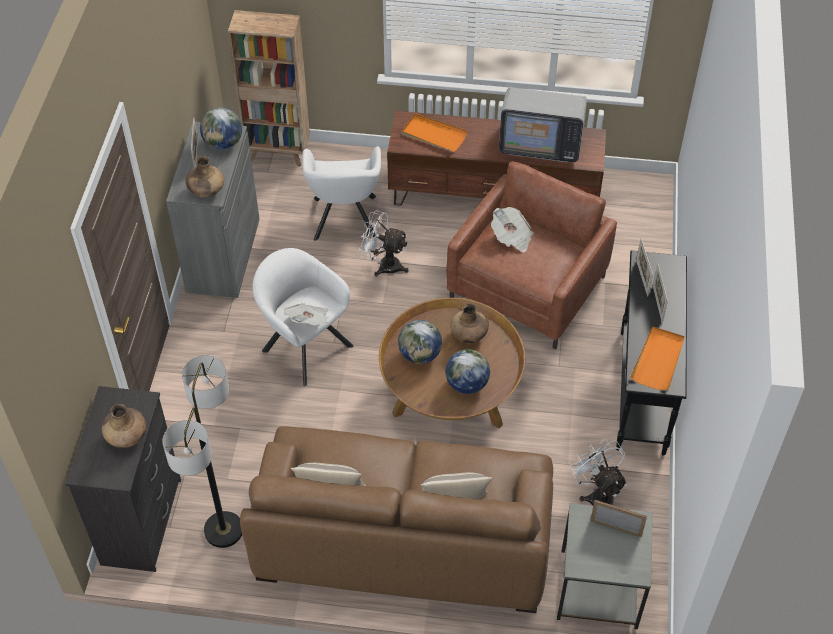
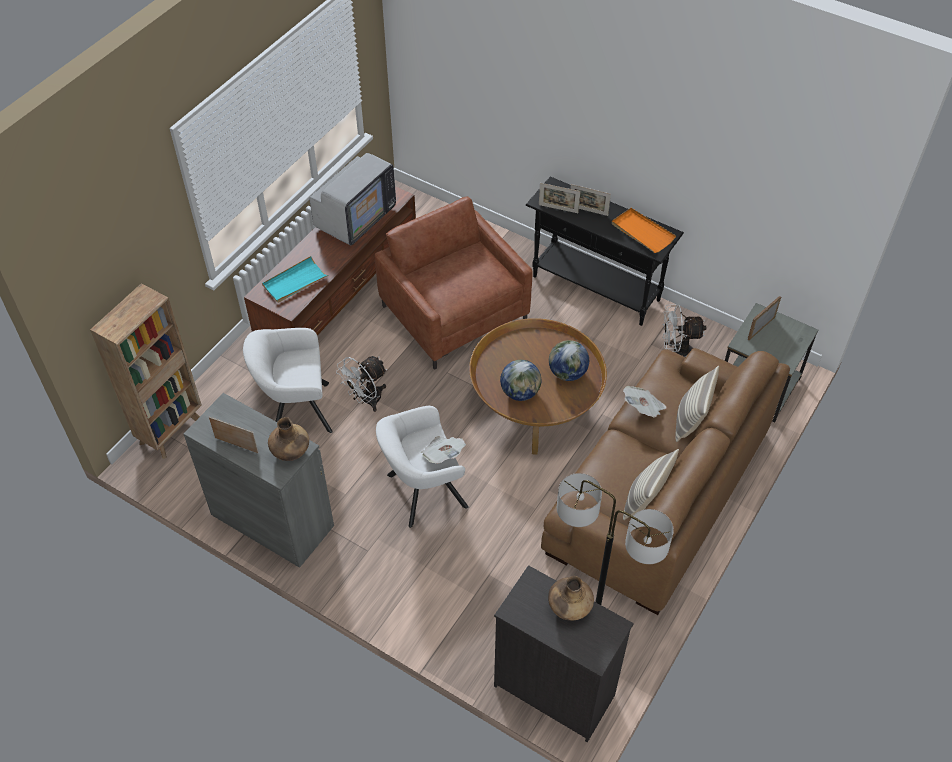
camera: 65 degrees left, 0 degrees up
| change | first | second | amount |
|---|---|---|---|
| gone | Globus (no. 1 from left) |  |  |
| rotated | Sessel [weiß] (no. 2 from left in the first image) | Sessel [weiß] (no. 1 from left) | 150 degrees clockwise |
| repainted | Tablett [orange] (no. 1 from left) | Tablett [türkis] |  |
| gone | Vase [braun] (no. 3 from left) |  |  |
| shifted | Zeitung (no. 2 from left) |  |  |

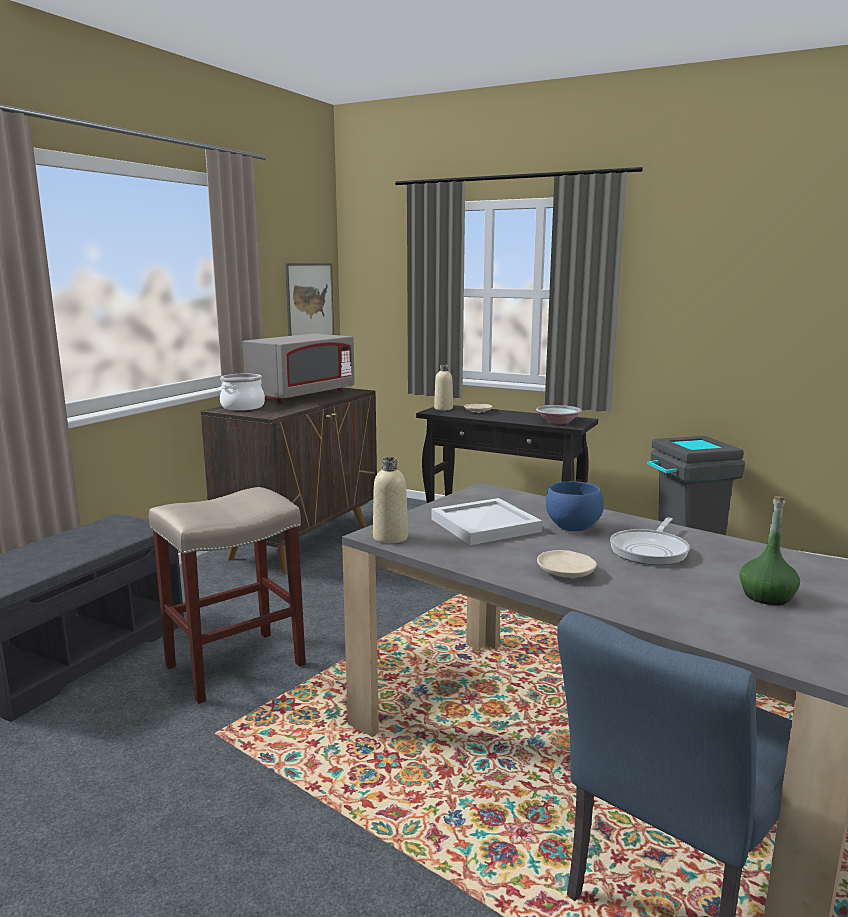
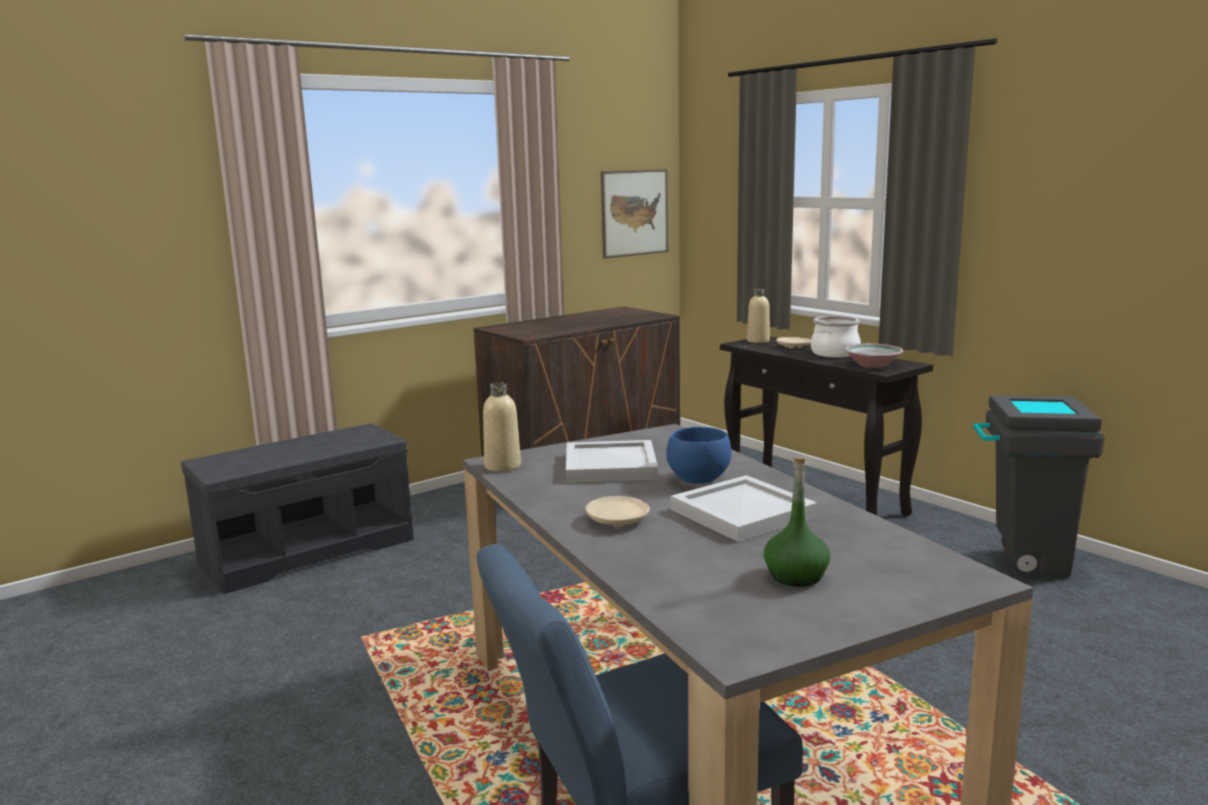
camera: 25 degrees right, 0 degrees up
| change | first | second | amount |
|---|---|---|---|
| gone | Hocker [beige] |  |  |
| shifted | Kochtopf |  |  |
| gone | Mikrowelle [grau] |  |  |
| swapped | Pfanne | Tablett [weiß] (no. 2 from left) |  |

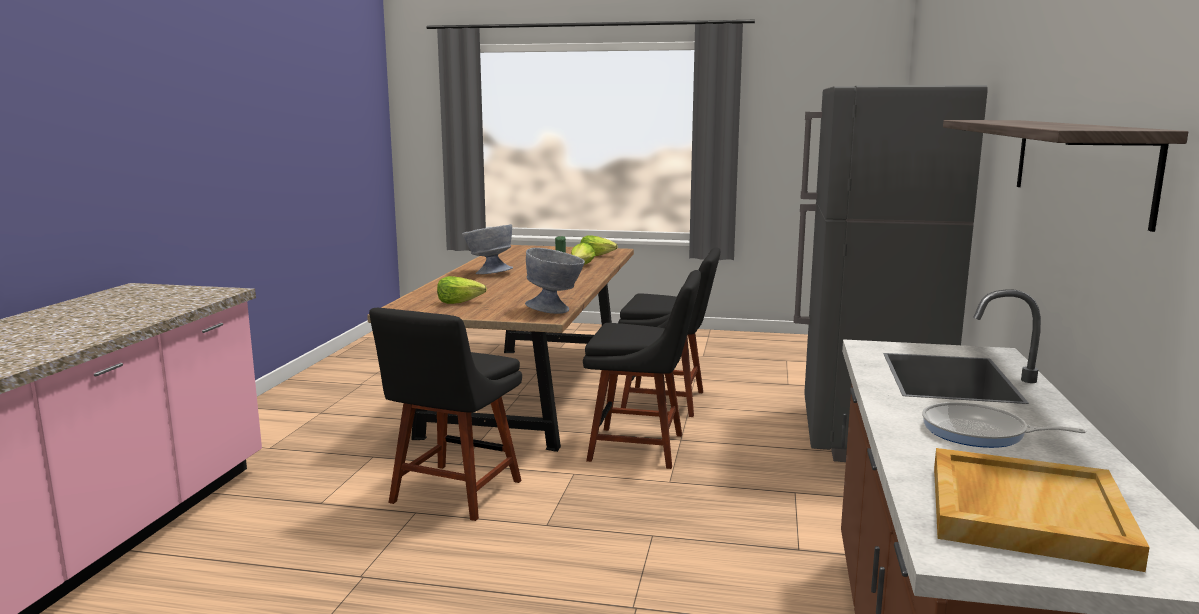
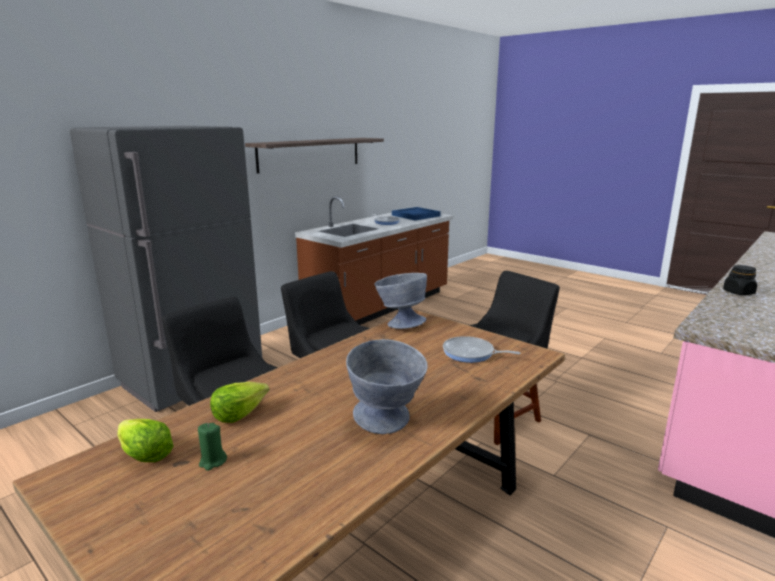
camera: 150 degrees left, 5 degrees up
| change | first | second | amount |
|---|---|---|---|
| swapped | Salatkopf (no. 1 from left) | Pfanne (no. 2 from left) |  |
| repainted | Tablett [beige] | Tablett [blau] |  |
| new |  | Vorratsglas [schwarz] |  |

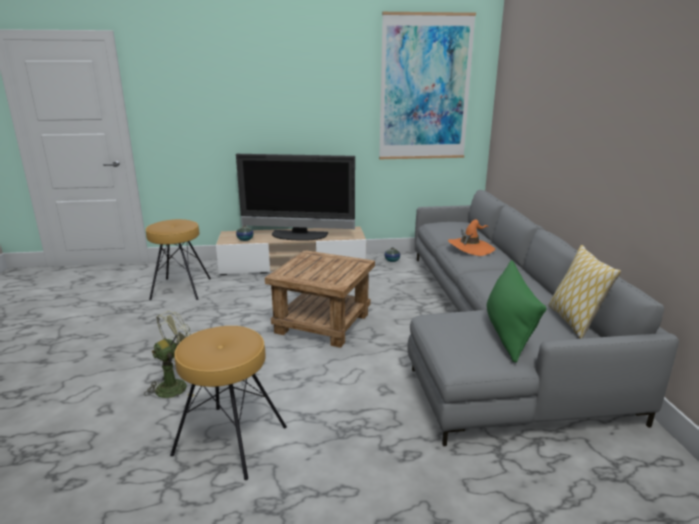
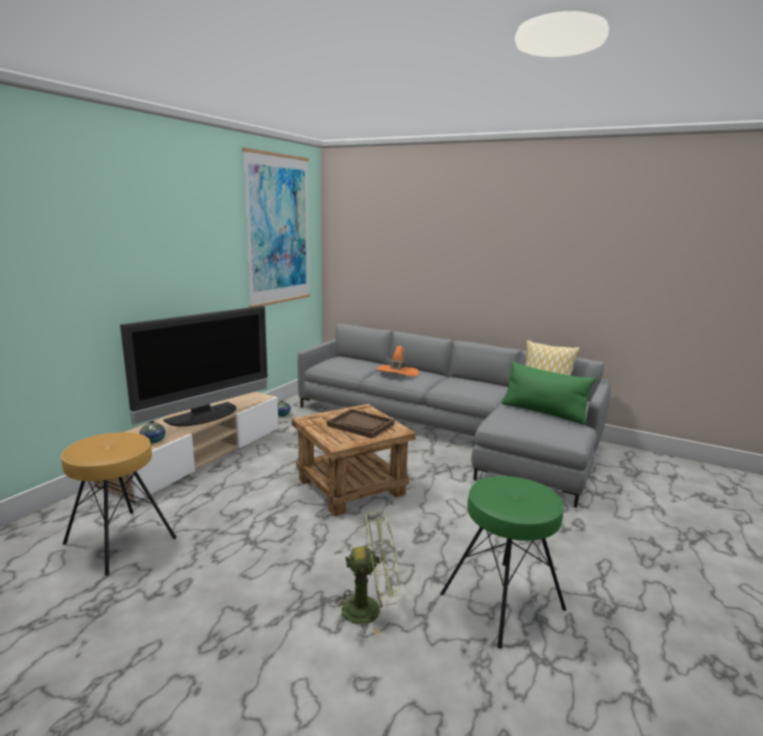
camera: 55 degrees left, 5 degrees down
| change | first | second | amount |
|---|---|---|---|
| rotated | Ventilator [grün] |  | 90 degrees clockwise |
| repainted | Hocker [braun] (no. 2 from left) | Hocker [grün] |  |
| new |  | Tablett [braun] |  |

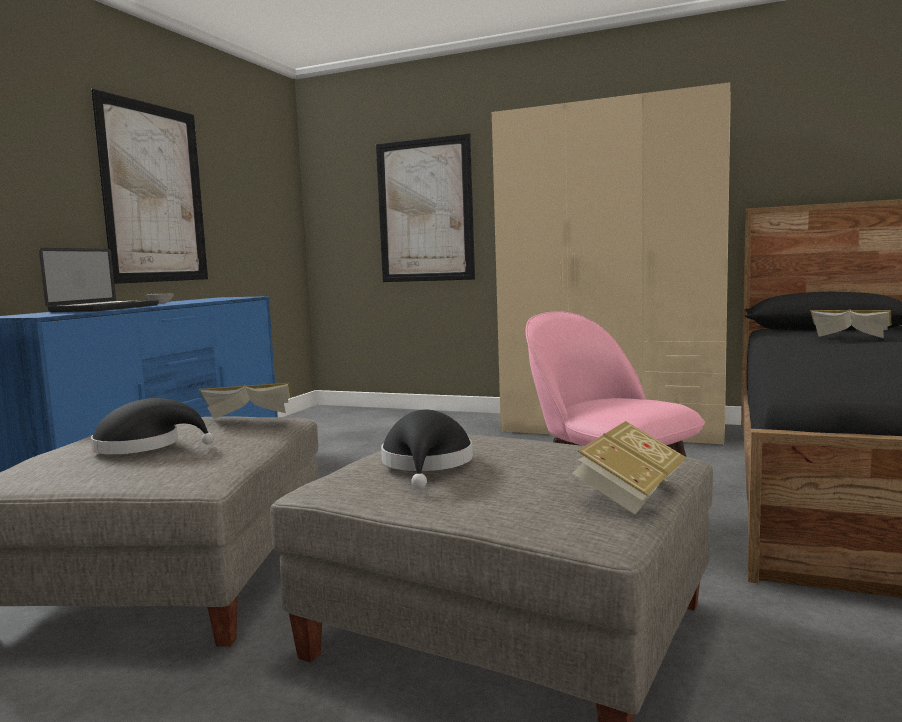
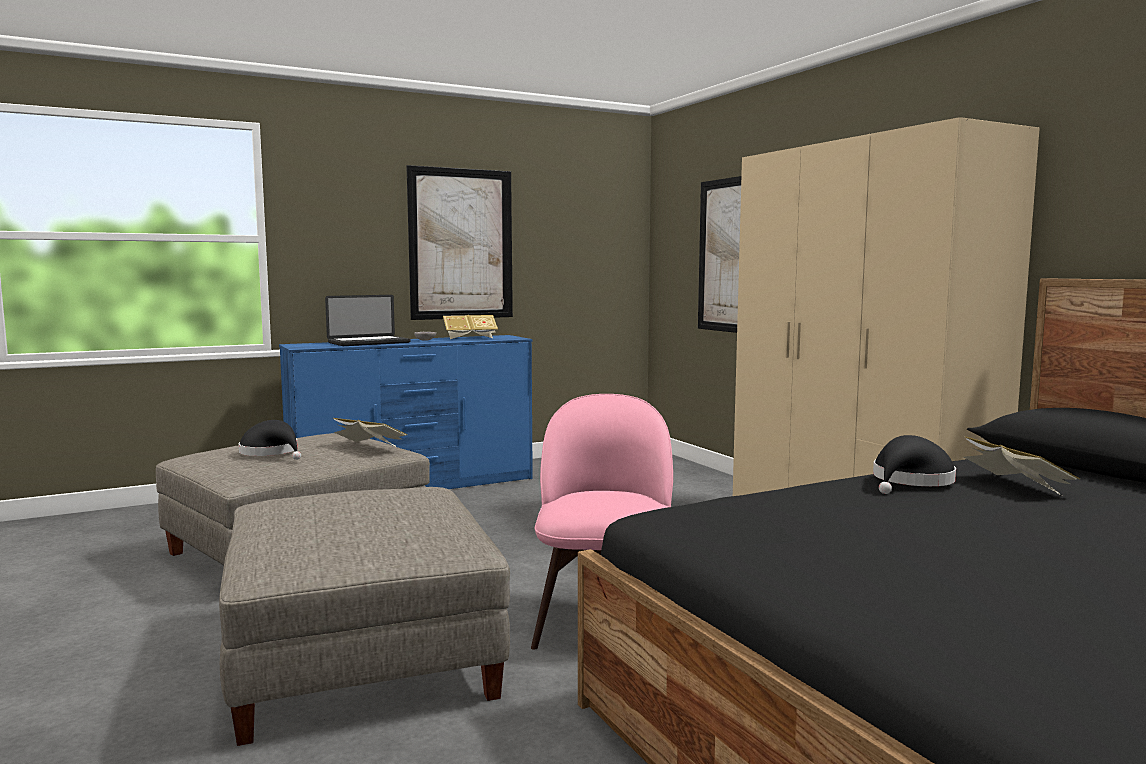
camera: 40 degrees right, 0 degrees up
| change | first | second | amount |
|---|---|---|---|
| shifted | Hut [schwarz] (no. 2 from left) |  |  |
| shifted | Buch (no. 2 from left) |  |  |

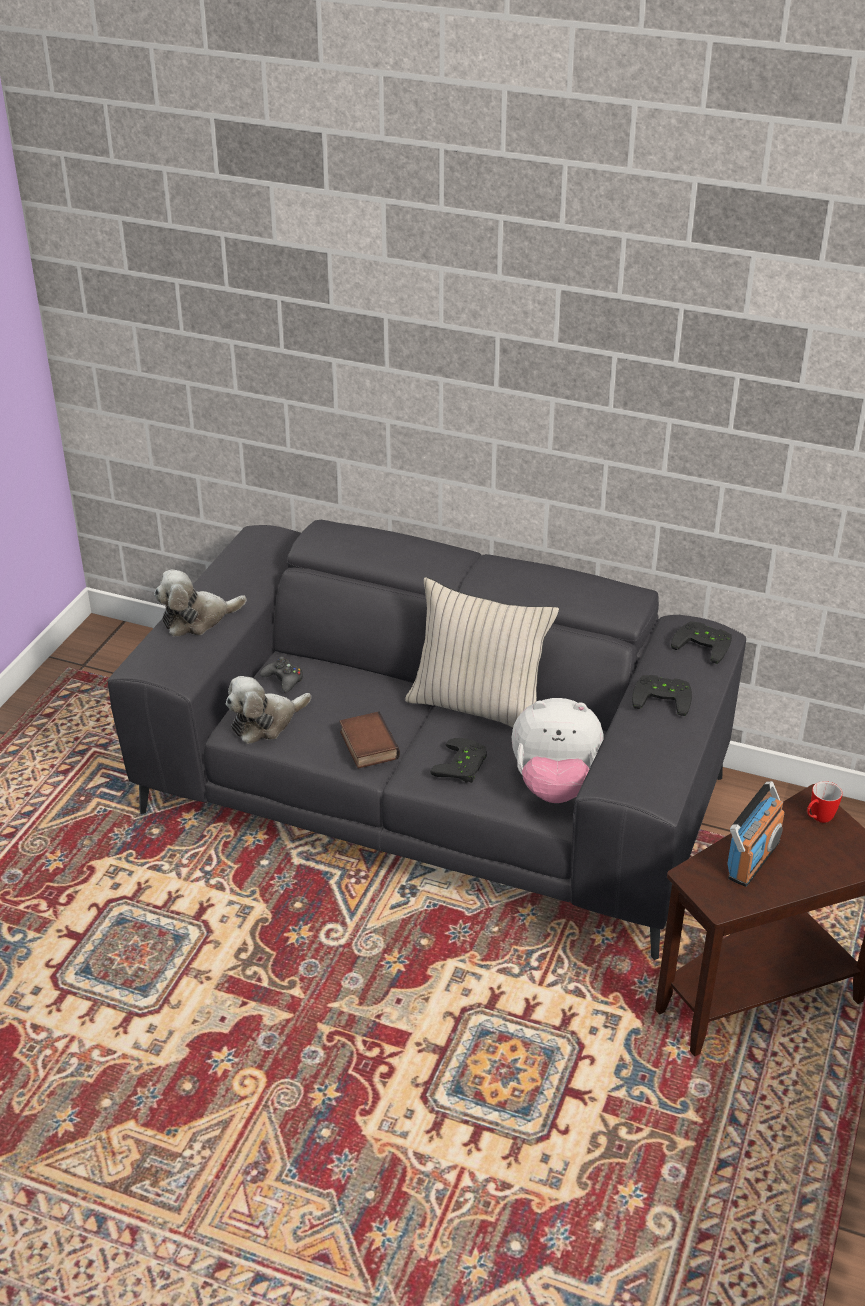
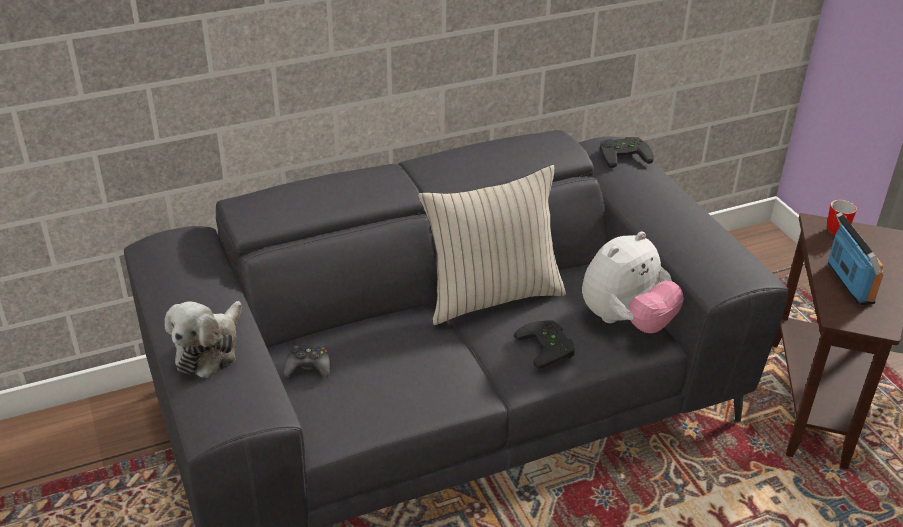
camera: 45 degrees left, 0 degrees up
| change | first | second | amount |
|---|---|---|---|
| gone | Plüschtier (no. 2 from left) |  |  |
| gone | Buch |  |  |
| gone | Gamepad [schwarz] (no. 3 from left) |  |  |

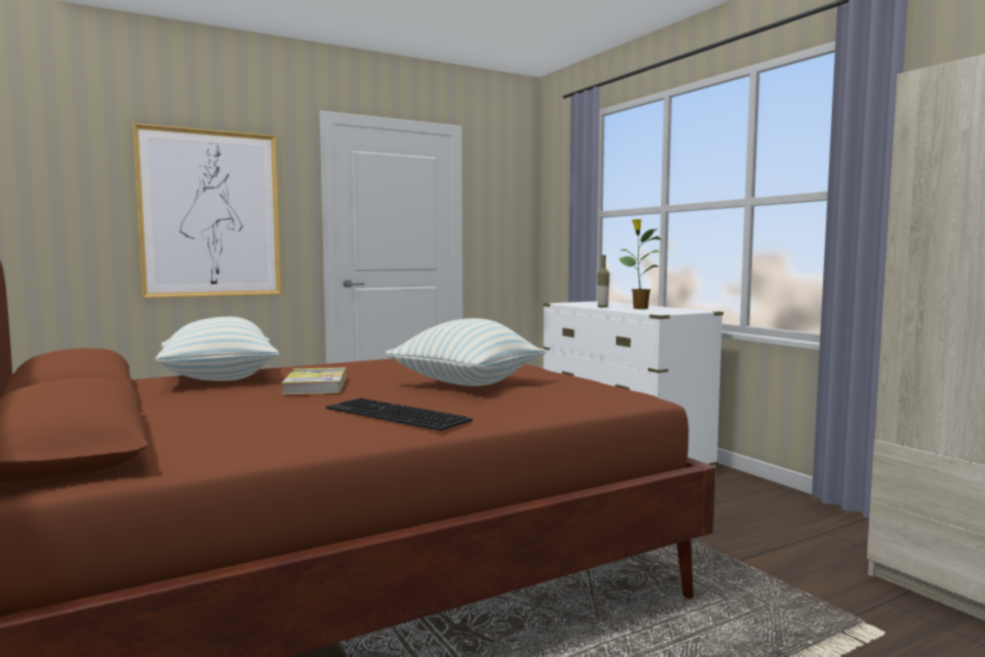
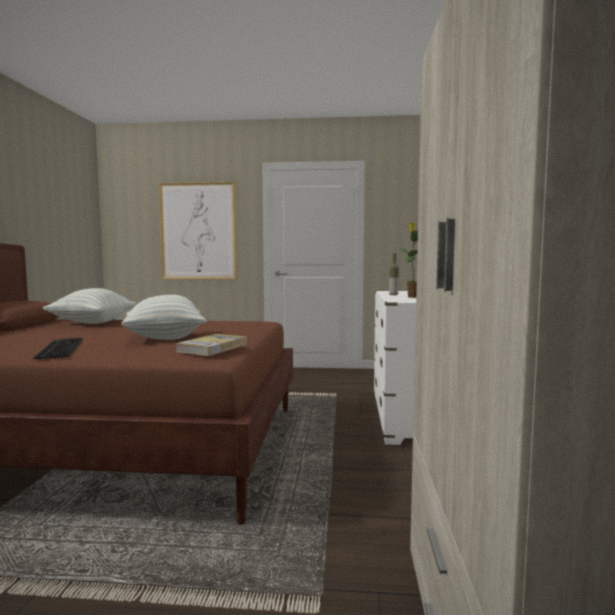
camera: 35 degrees right, 0 degrees up
| change | first | second | amount |
|---|---|---|---|
| shifted | Buch |  |  |

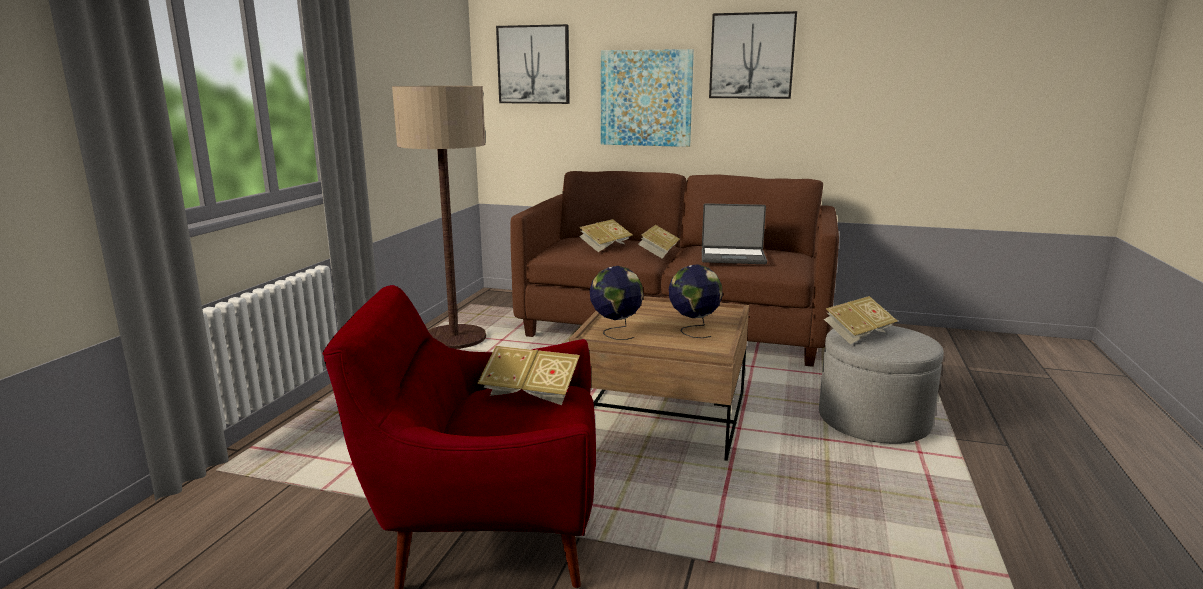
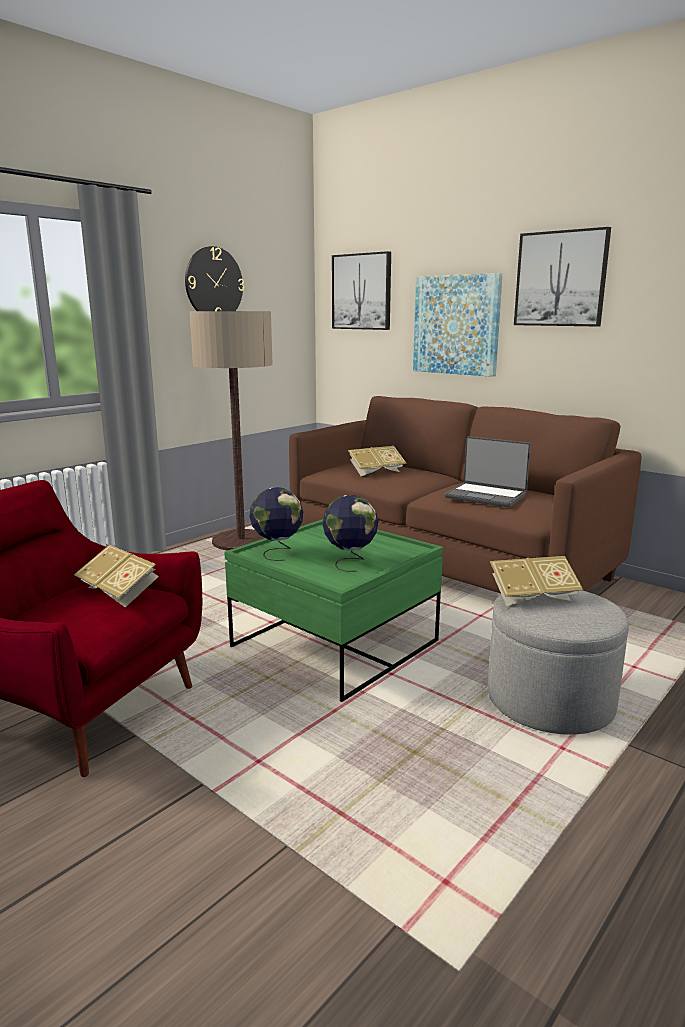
camera: 25 degrees right, 0 degrees up
| change | first | second | amount |
|---|---|---|---|
| repainted | Couchtisch [braun] | Couchtisch [grün] |  |
| gone | Buch (no. 3 from left) |  |  |
| new |  | Wanduhr |  |

